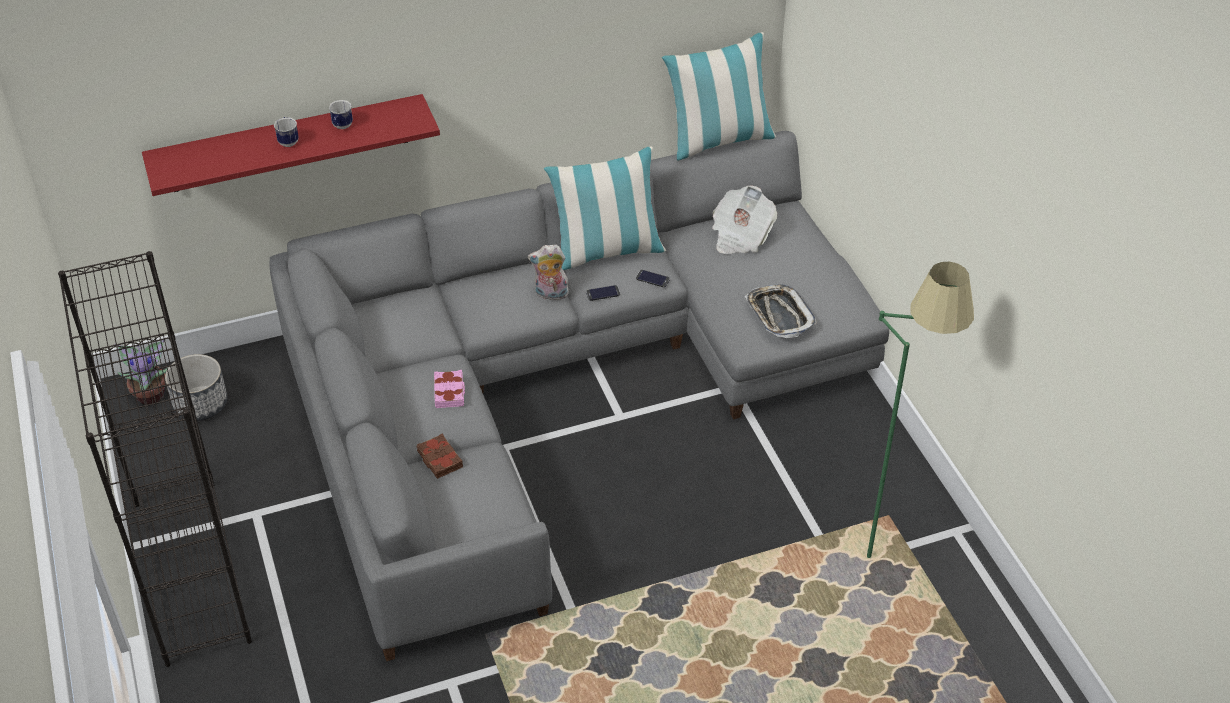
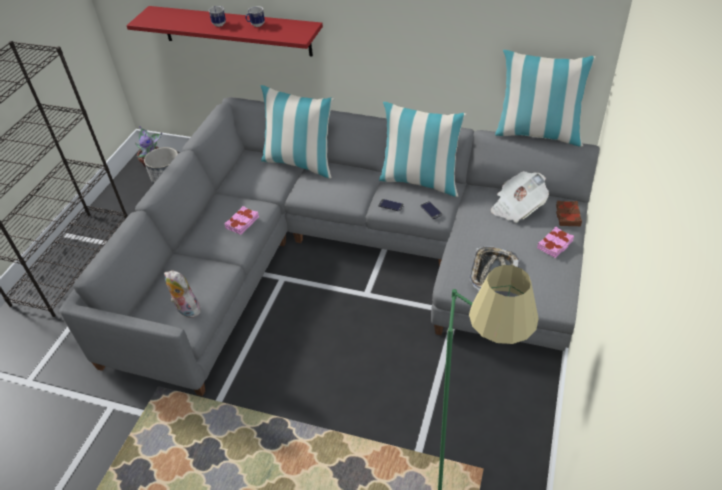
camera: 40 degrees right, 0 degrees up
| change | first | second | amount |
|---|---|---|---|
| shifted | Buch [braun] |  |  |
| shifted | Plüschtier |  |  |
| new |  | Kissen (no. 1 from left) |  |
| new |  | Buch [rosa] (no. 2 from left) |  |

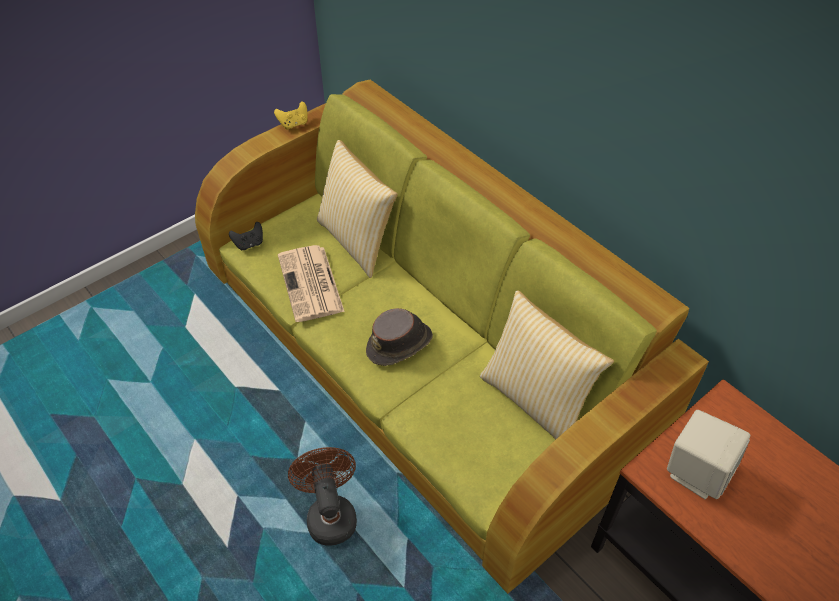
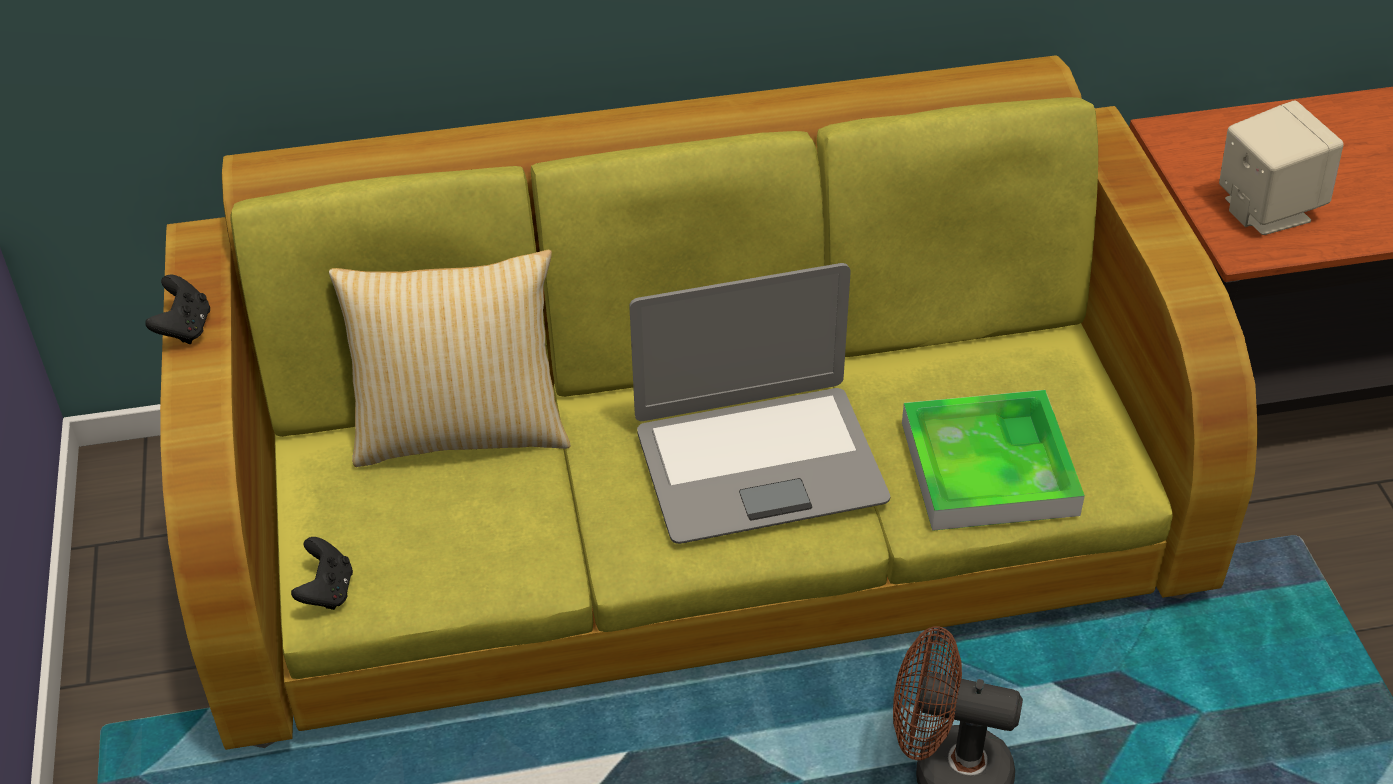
camera: 60 degrees left, 5 degrees down
| change | first | second | amount |
|---|---|---|---|
| repainted | Gamepad [gelb] | Gamepad [schwarz] (no. 1 from left) |  |
| gone | Zeitung |  |  |
| swapped | Hut [braun] | Laptop |  |
| gone | Kissen (no. 2 from left) |  |  |
| new |  | Tablett |  |

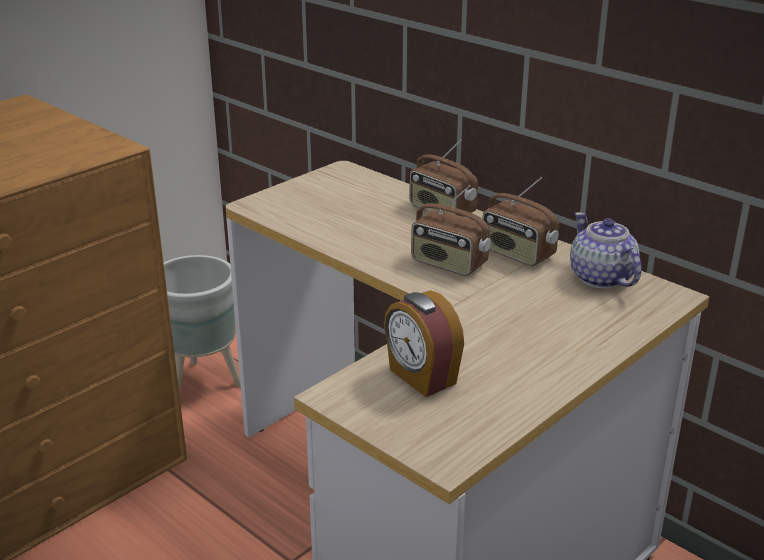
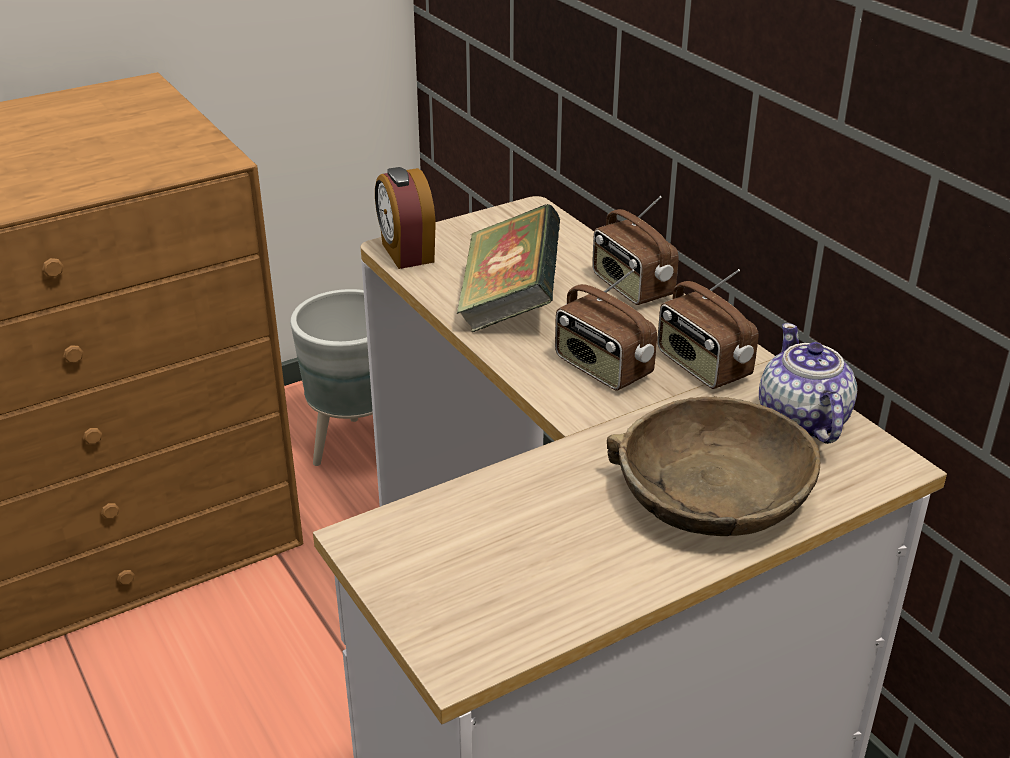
camera: 15 degrees right, 5 degrees up
| change | first | second | amount |
|---|---|---|---|
| shifted | Wecker |  |  |
| new |  | Buch |  |
| new |  | Schüssel [braun] |  |

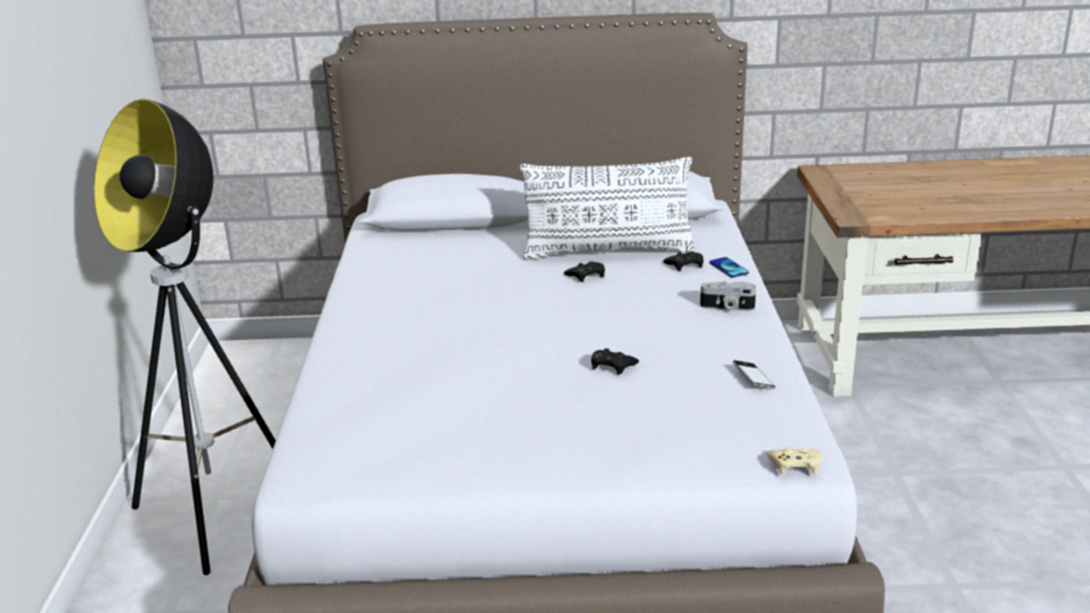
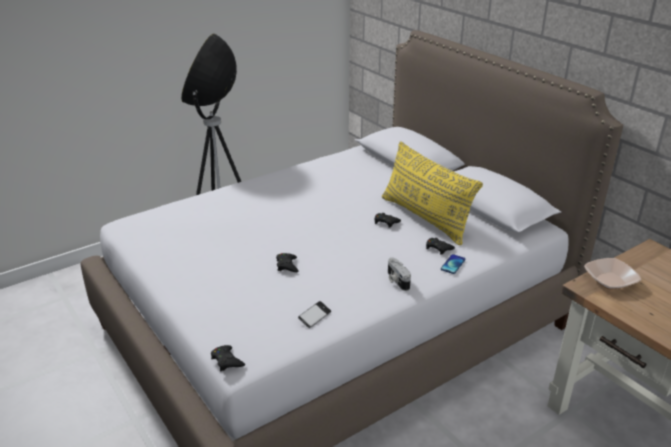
camera: 55 degrees right, 5 degrees up
| change | first | second | amount |
|---|---|---|---|
| repainted | Kissen [weiß] | Kissen [gelb] |  |
| repainted | Gamepad [beige] | Gamepad [schwarz] (no. 1 from left) |  |
| new |  | Schüssel |  |

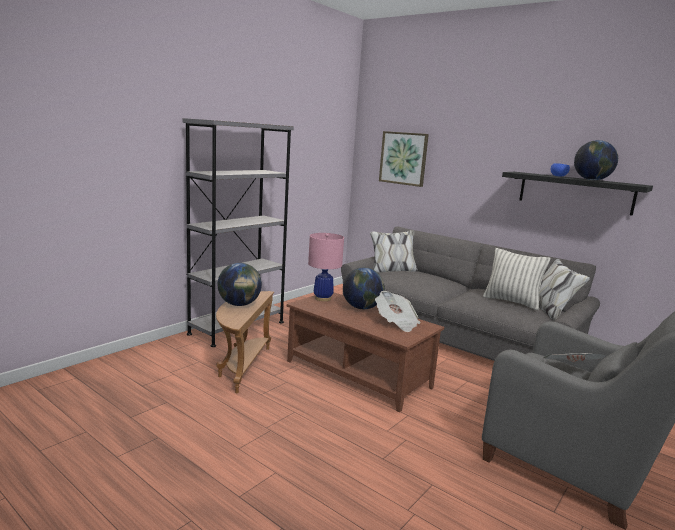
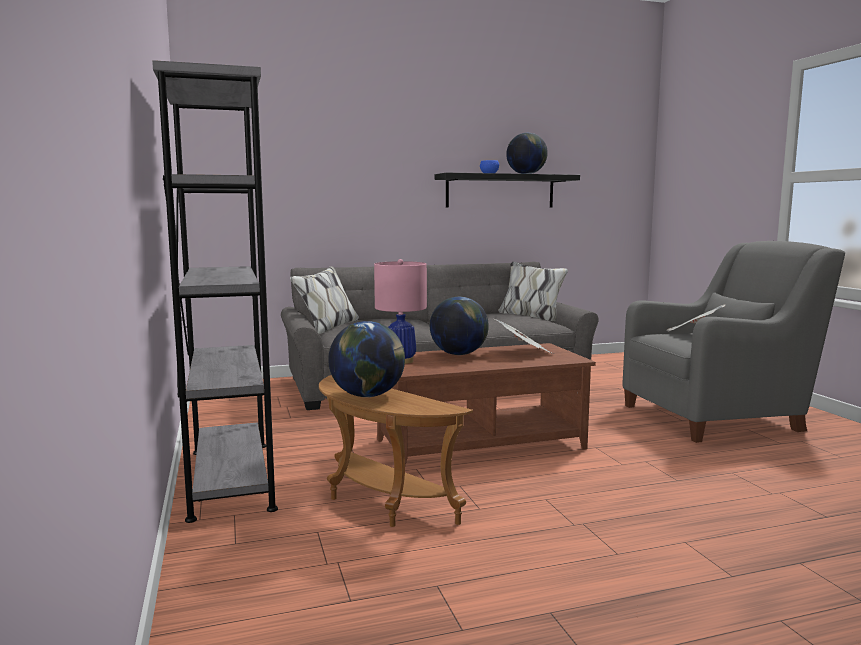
camera: 55 degrees left, 5 degrees down
| change | first | second | amount |
|---|---|---|---|
| gone | Bild |  |  |
| gone | Kissen |  |  |

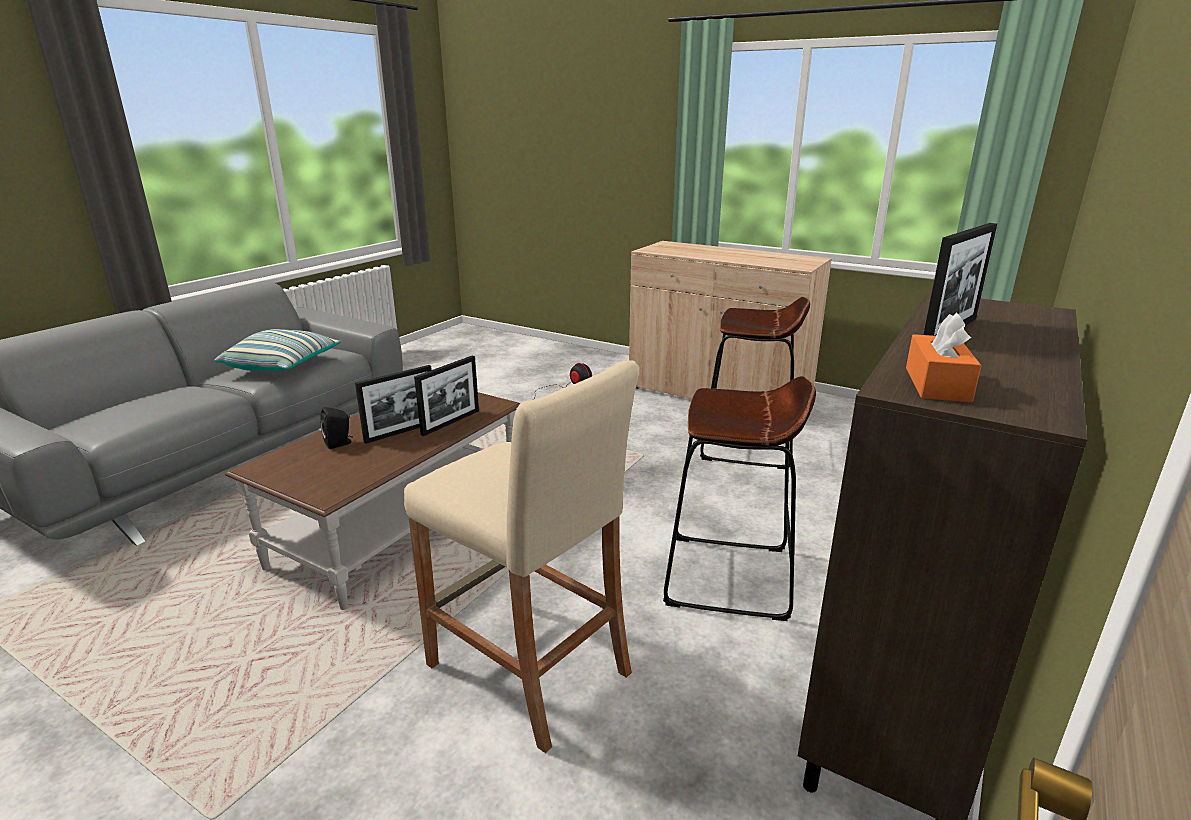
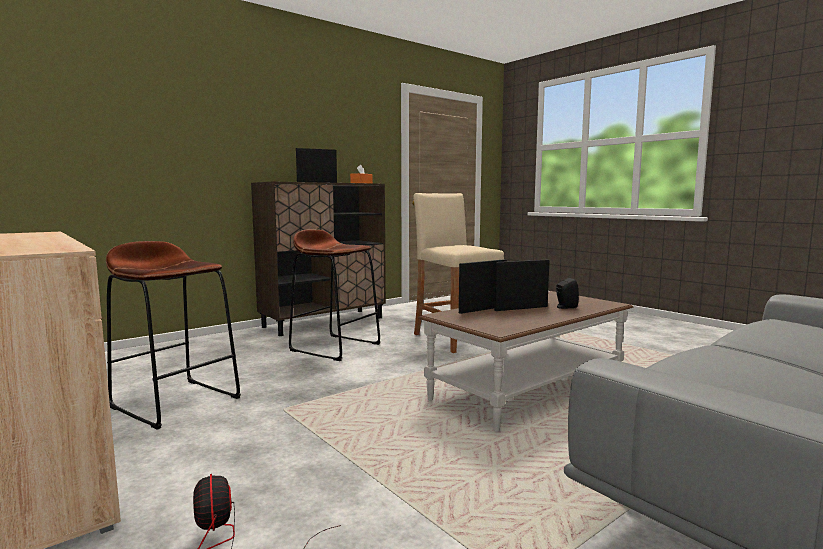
camera: 160 degrees left, 15 degrees down
| change | first | second | amount |
|---|---|---|---|
| gone | Kissen |  |  |

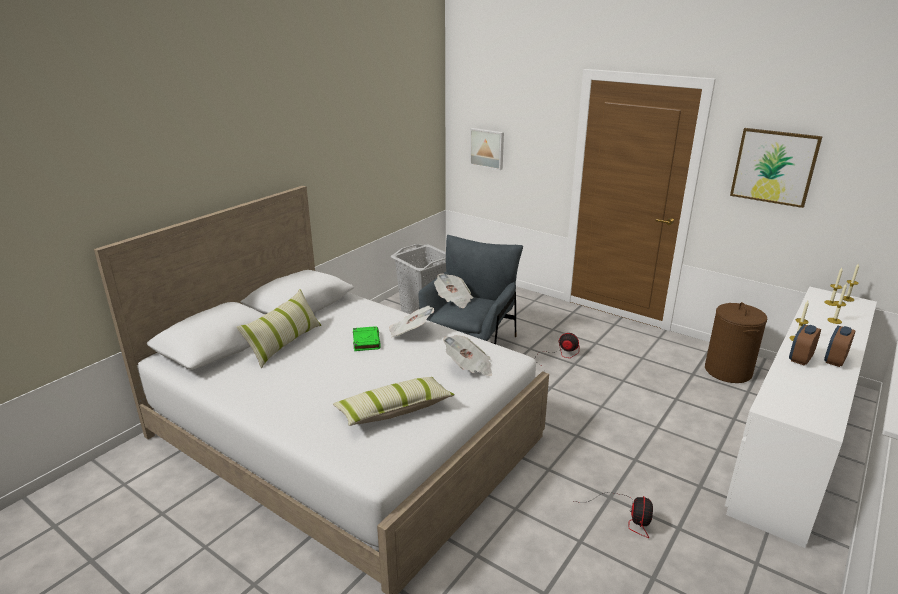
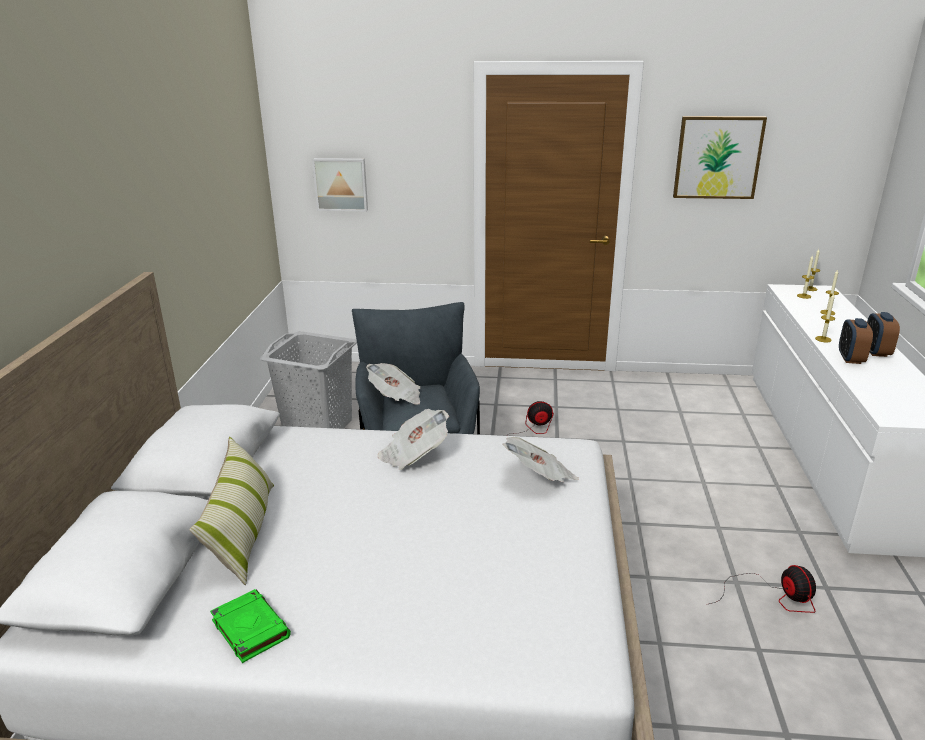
camera: 30 degrees left, 0 degrees up
| change | first | second | amount |
|---|---|---|---|
| gone | Kissen (no. 2 from left) |  |  |
| shifted | Buch [grün] |  |  |
| gone | Wäschekorb [braun] |  |  |

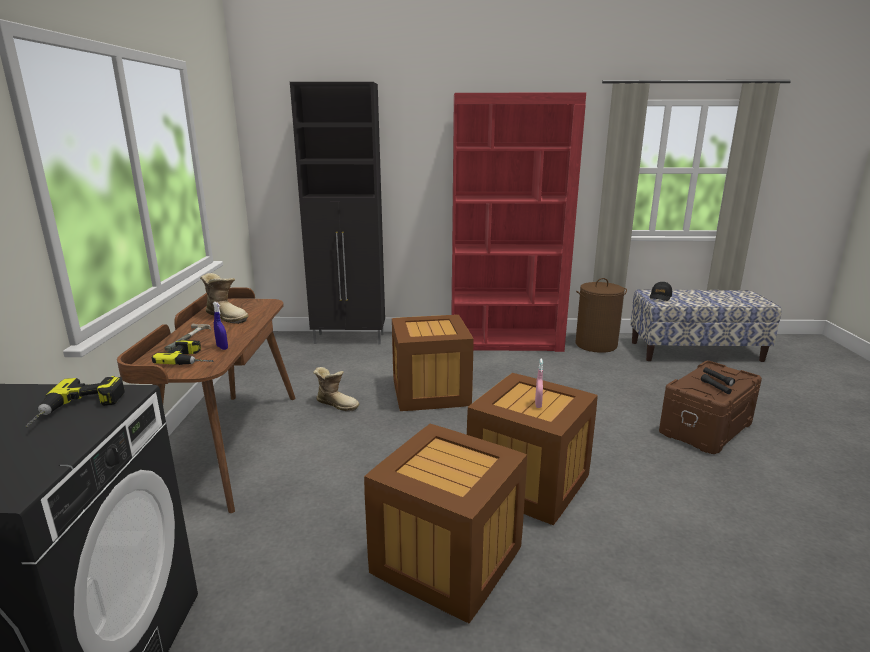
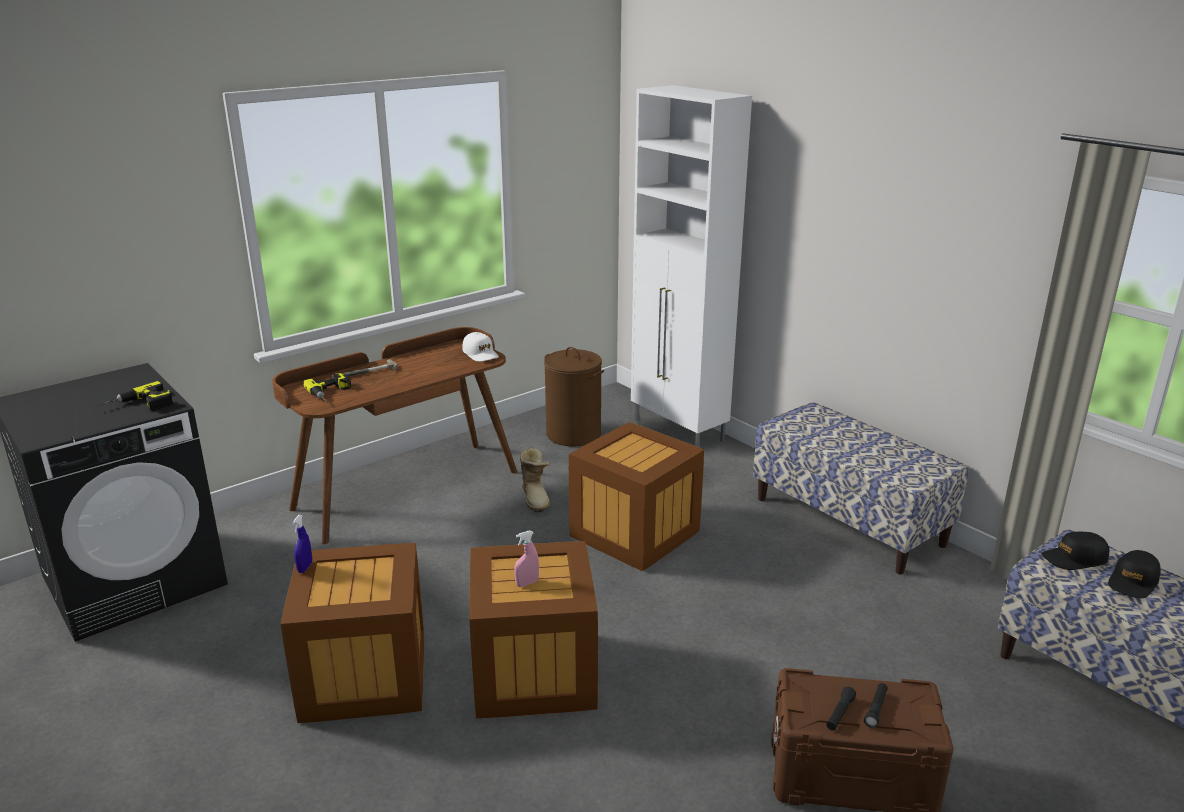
camera: 50 degrees right, 5 degrees up
| change | first | second | amount |
|---|---|---|---|
| gone | Stiefel (no. 1 from left) |  |  |
| shifted | Sprühflasche [blau] |  |  |
| repainted | Schrank [schwarz] | Schrank [weiß] |  |
| swapped | Bücherregal [rot] | Bank (no. 1 from left) |  |
| shifted | Wäschekorb [braun] |  |  |
| new |  | Kappe [weiß] |  |
| new |  | Kappe [schwarz] (no. 2 from left) |  |

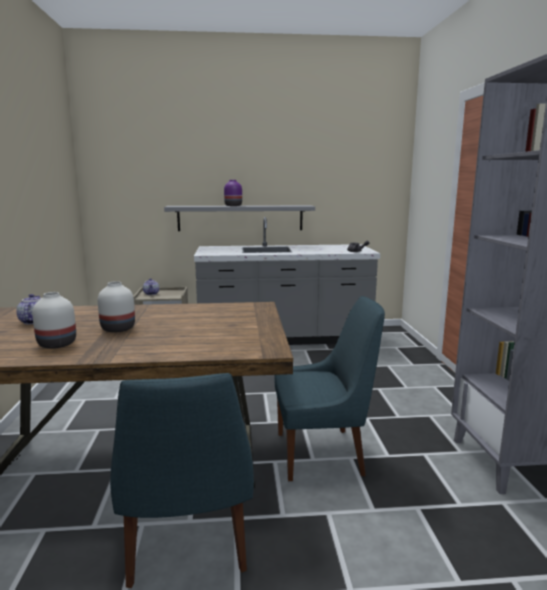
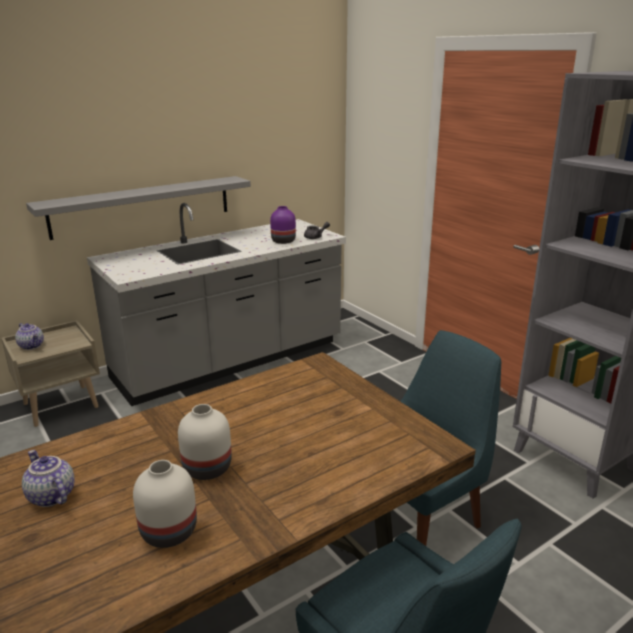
camera: 30 degrees left, 10 degrees up
| change | first | second | amount |
|---|---|---|---|
| shifted | Vase [lila] |  |  |

